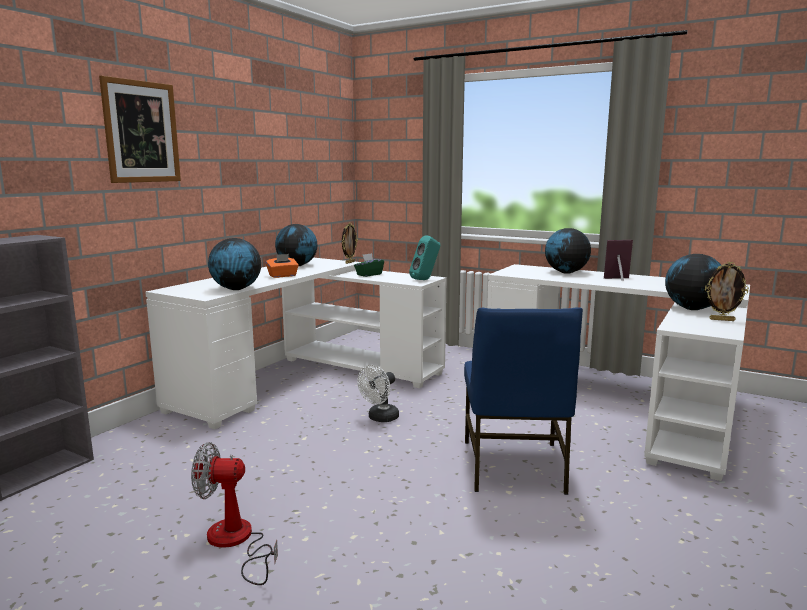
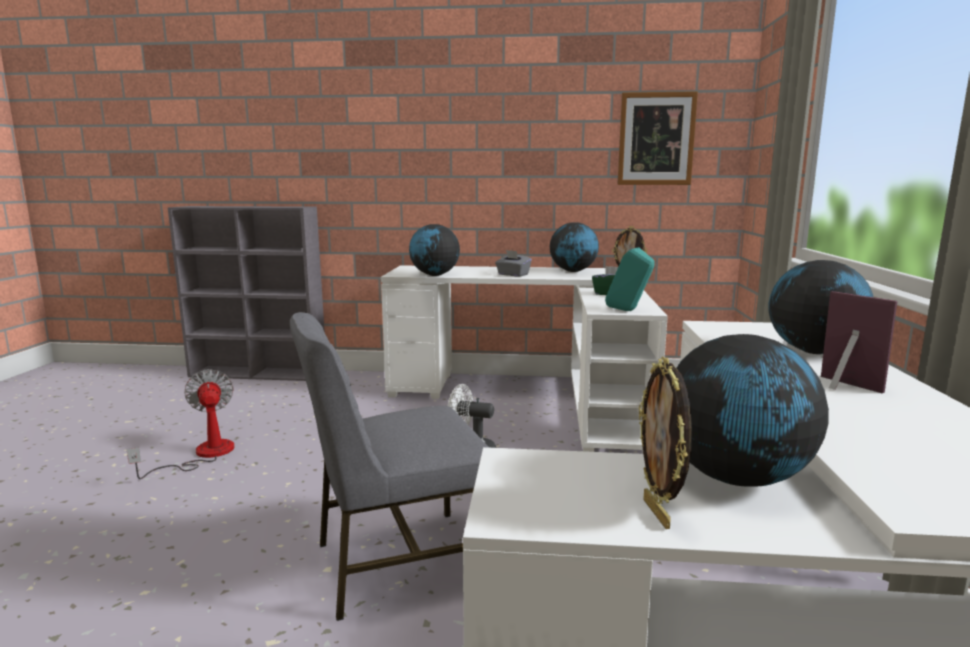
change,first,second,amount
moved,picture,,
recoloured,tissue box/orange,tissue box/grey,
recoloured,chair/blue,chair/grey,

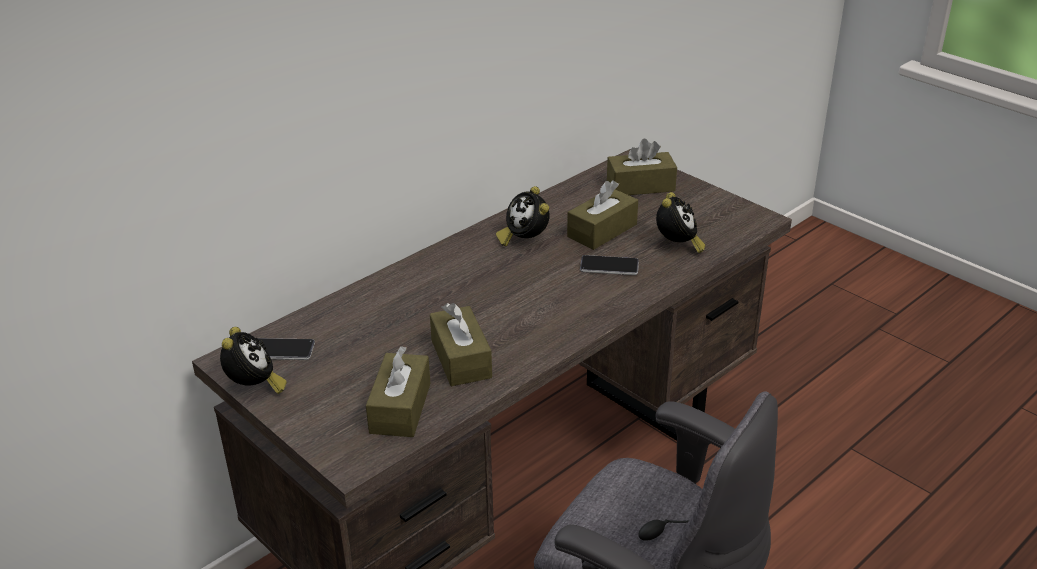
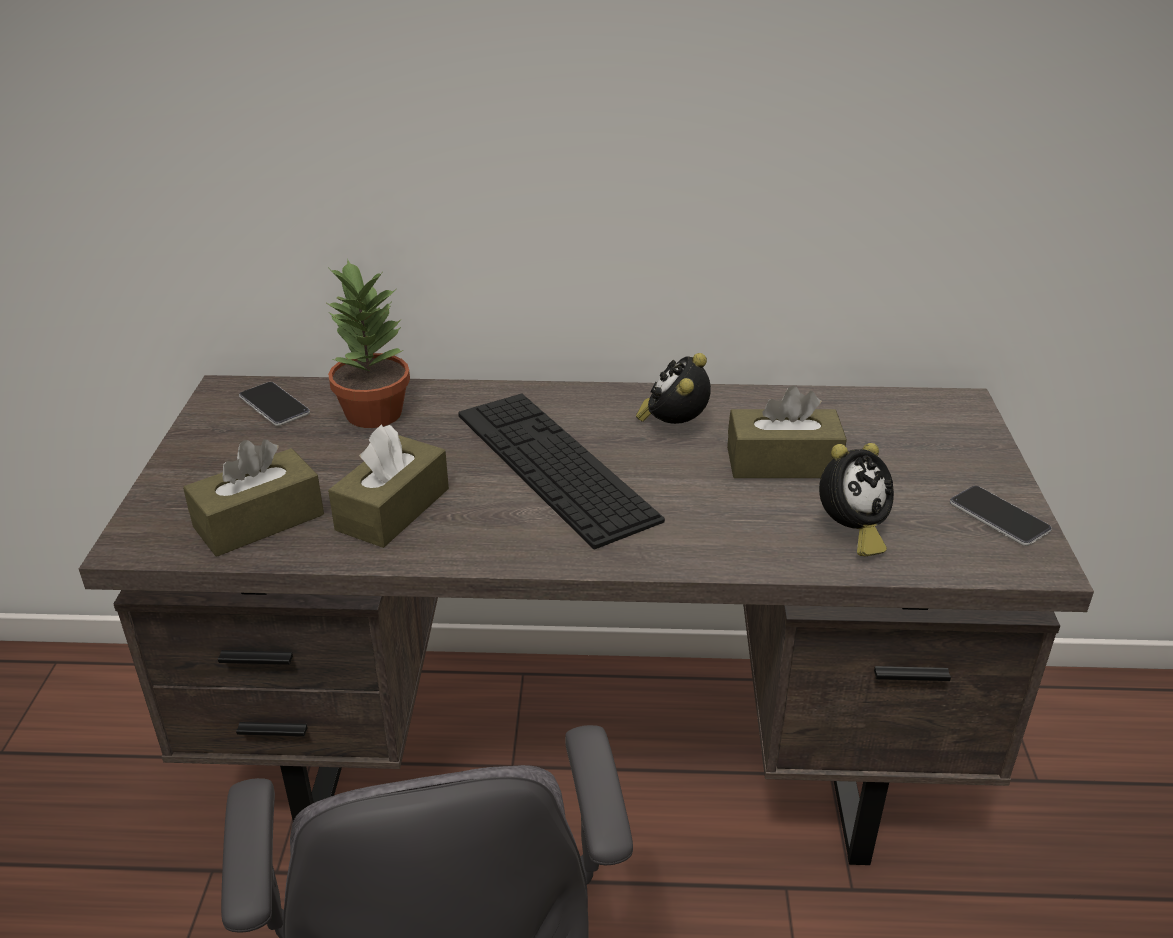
change,first,second,amount
removed,alarm clock (1st from left),,
moved,phone (2nd from left),,
removed,tissue box/brown (4th from left),,
added,,potted plant,
added,,keyboard,

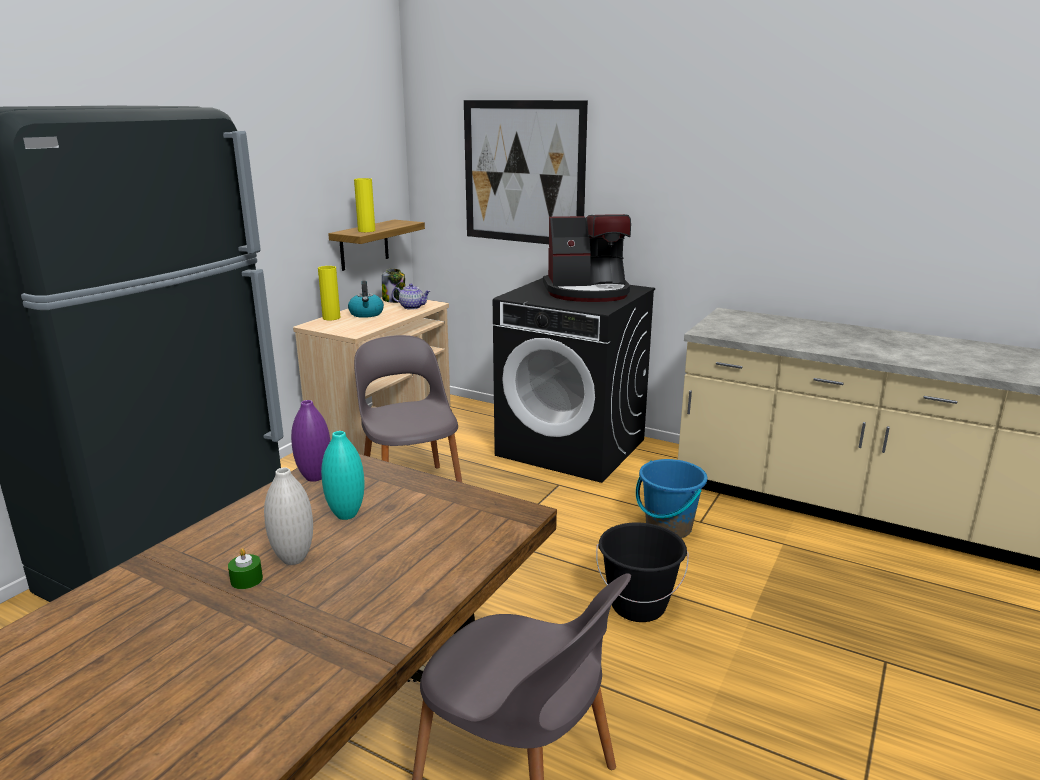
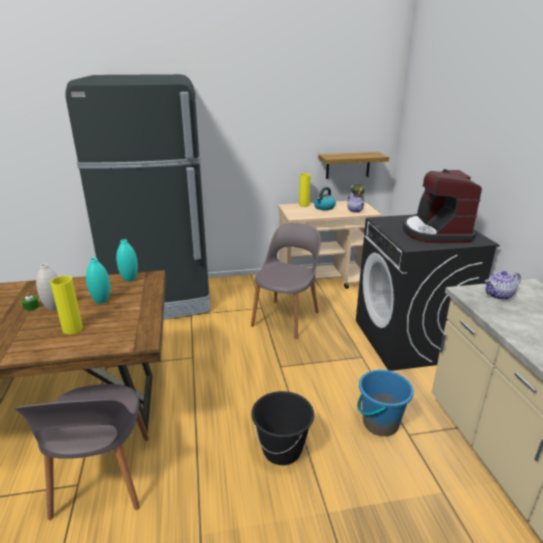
change,first,second,amount
recoloured,vase/purple,vase/turquoise (2nd from left),
moved,vase/yellow (2nd from left in the first image),vase/yellow (1st from left),
removed,picture,,
turned,coffee machine,,45 degrees clockwise
added,,teapot (2nd from left),

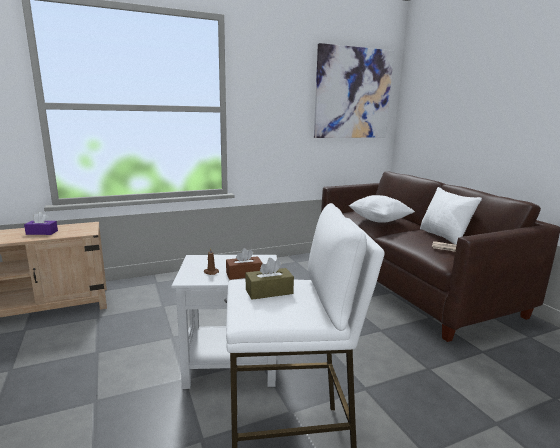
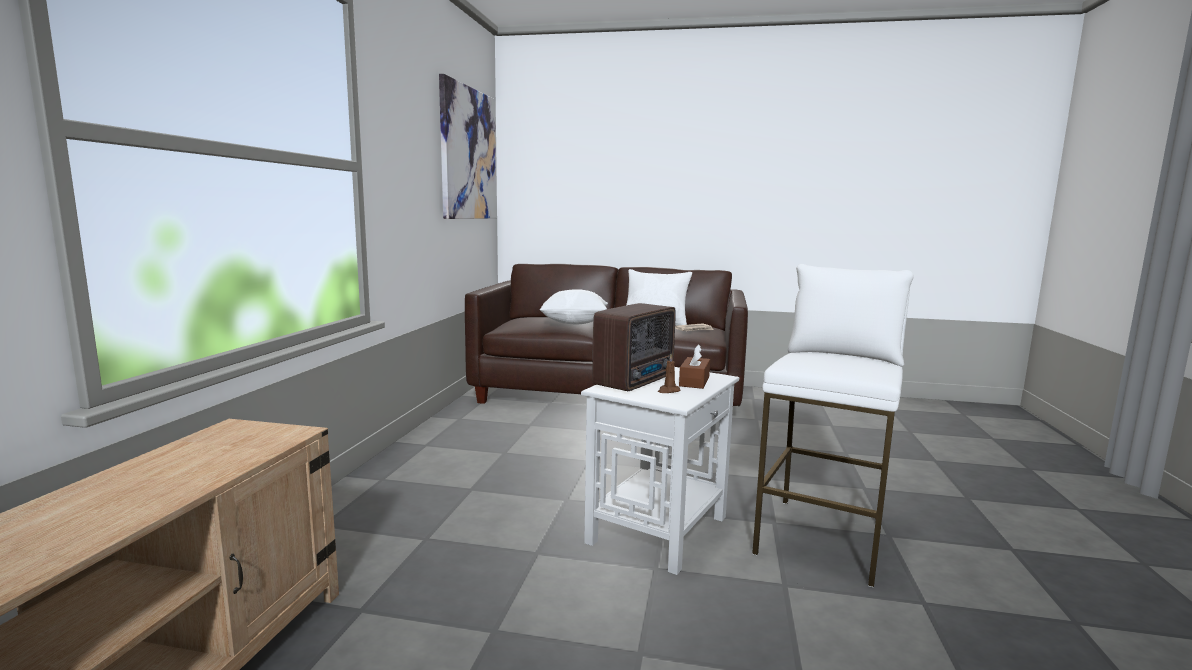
change,first,second,amount
removed,tissue box/purple,,
removed,tissue box/brown (2nd from left),,
added,,radio,

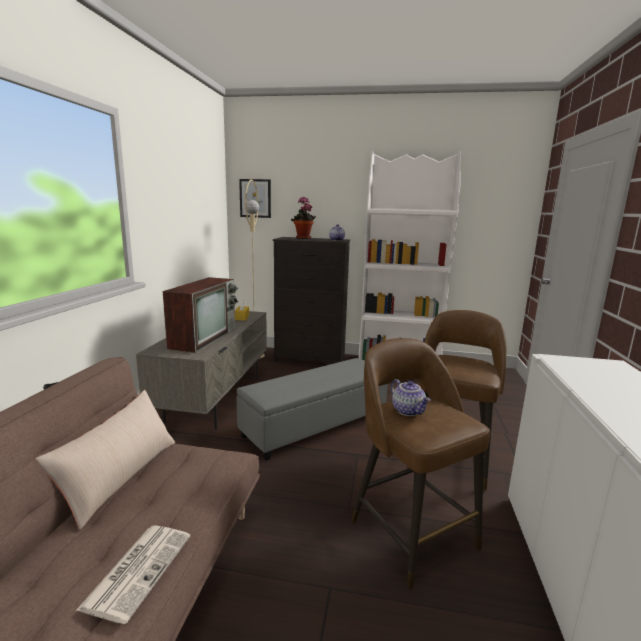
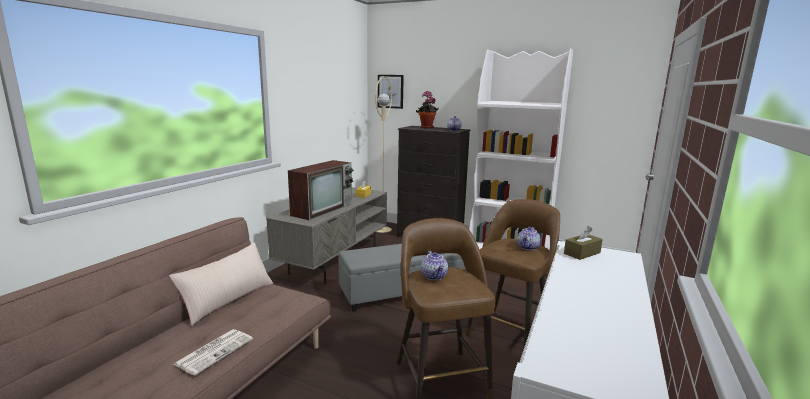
change,first,second,amount
added,,teapot (3rd from left),
added,,tissue box/brown,

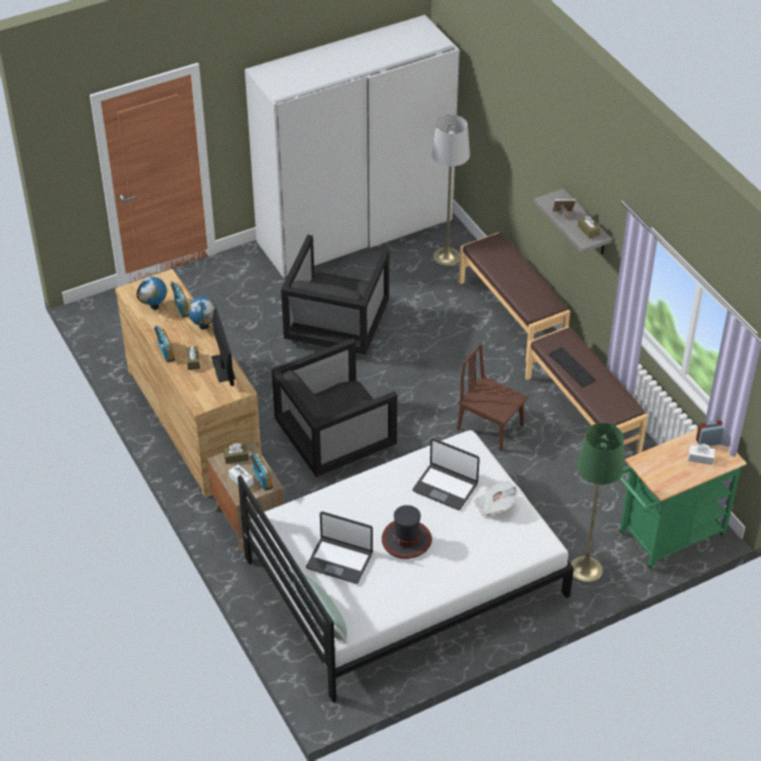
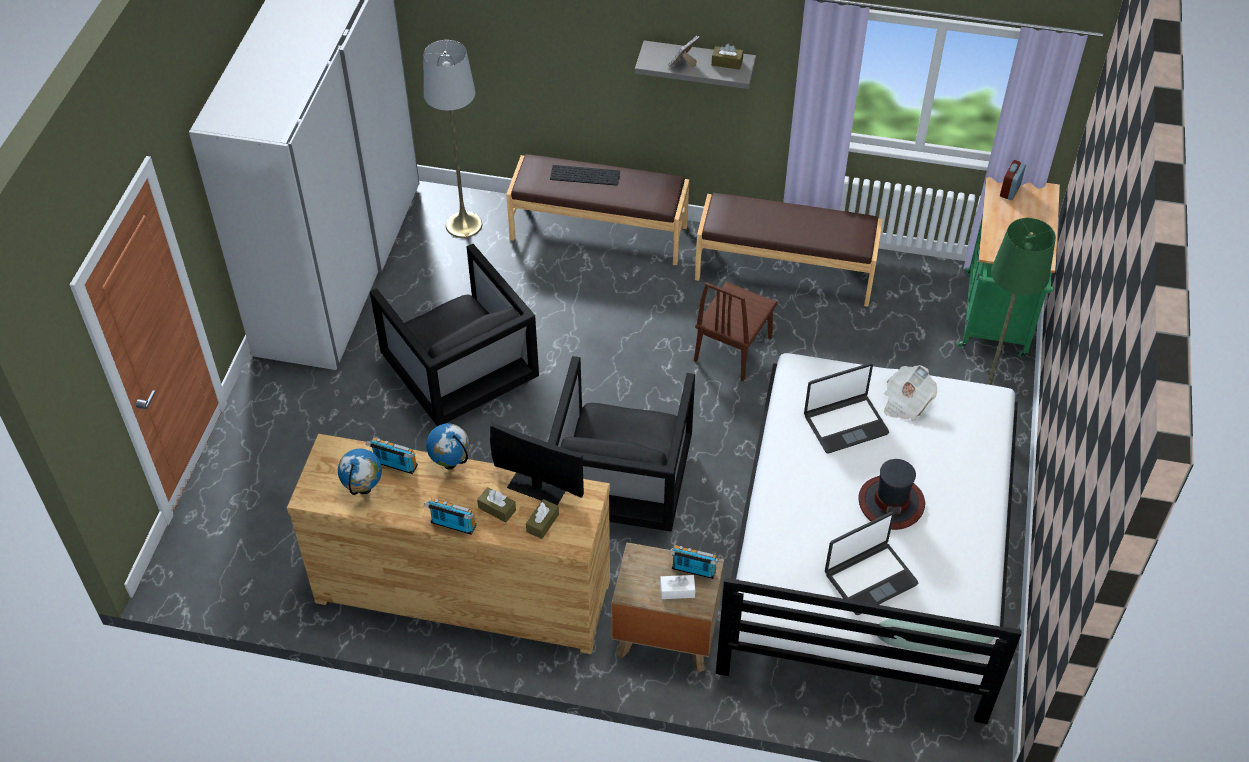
change,first,second,amount
moved,tissue box/brown (2nd from left),,
turned,chair/brown,,45 degrees counterclockwise
moved,keyboard,,
removed,tissue box/white (2nd from left),,

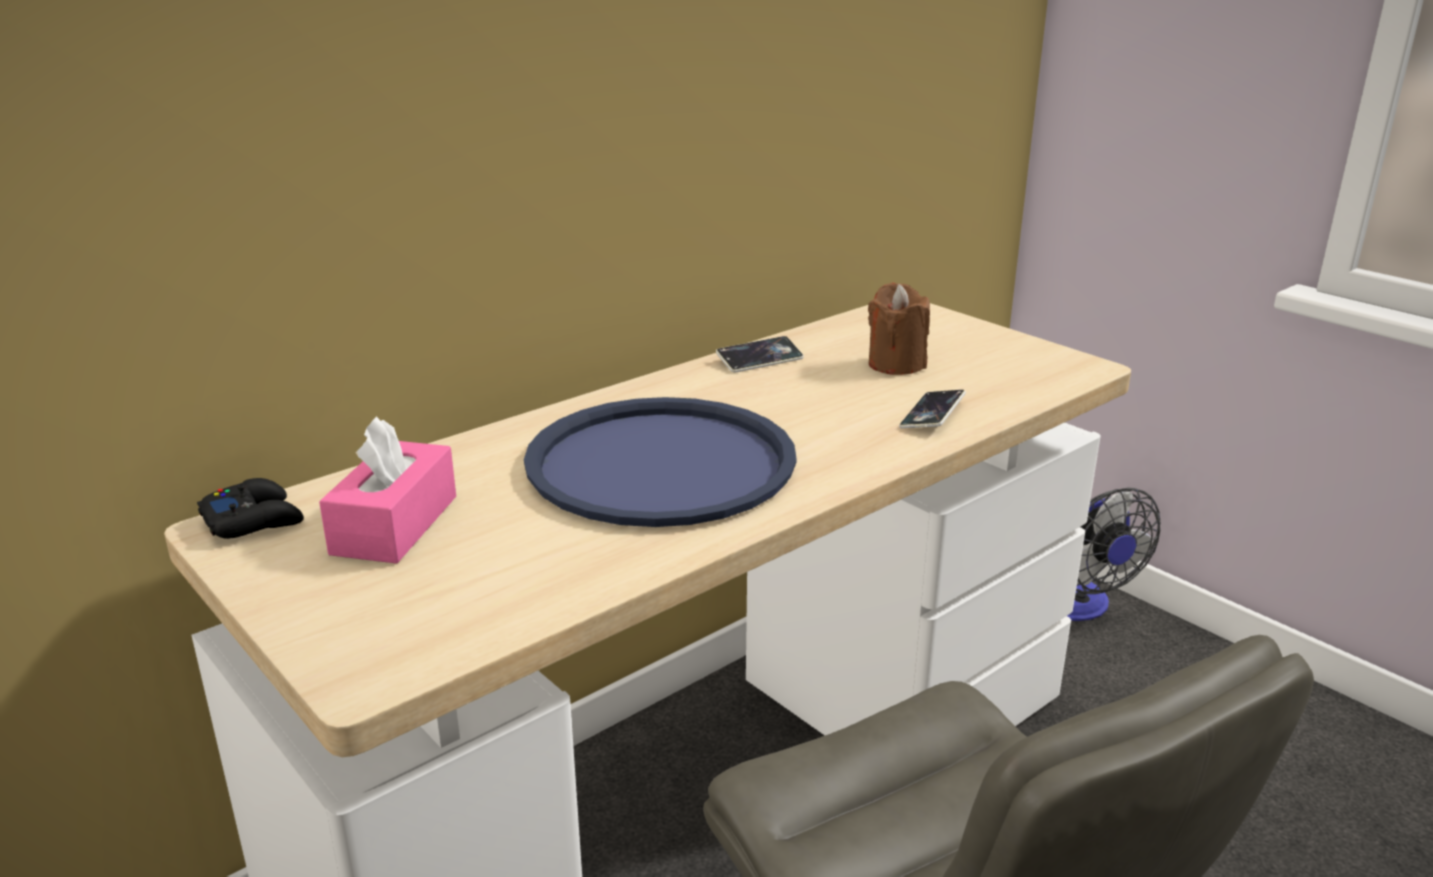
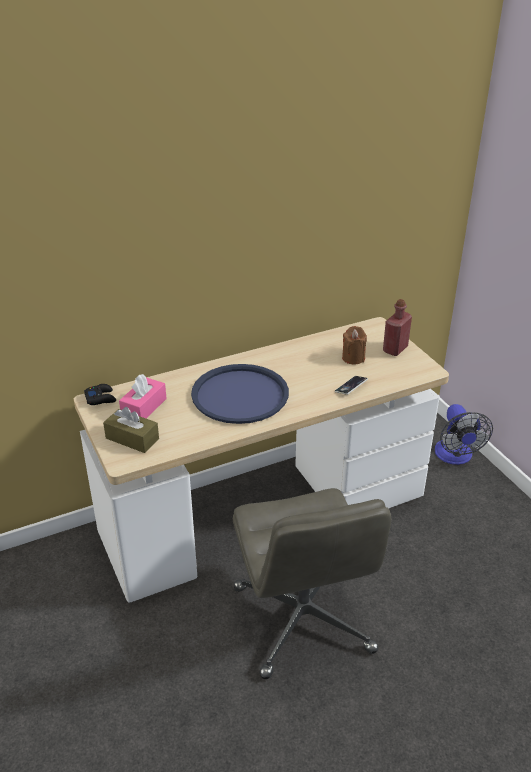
change,first,second,amount
removed,phone (1st from left),,
added,,tissue box/brown,
added,,bottle/red,

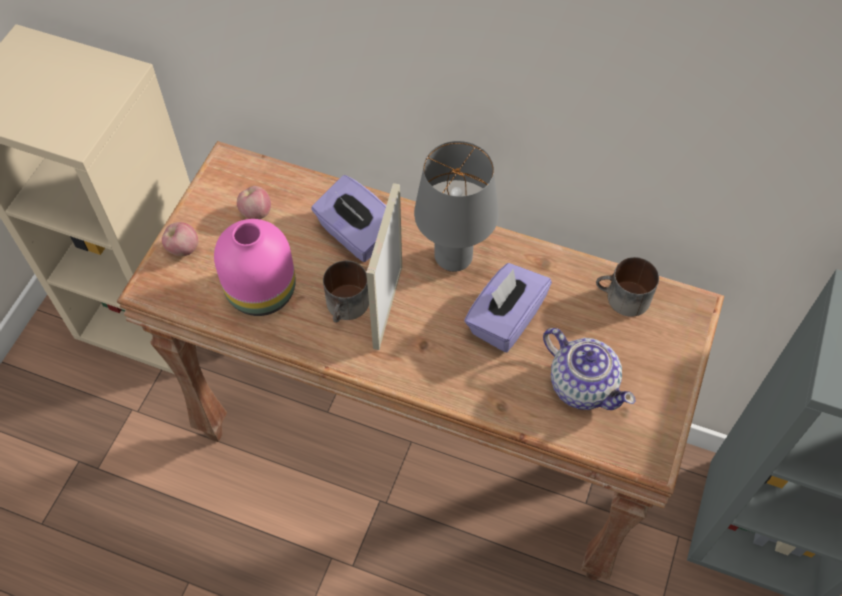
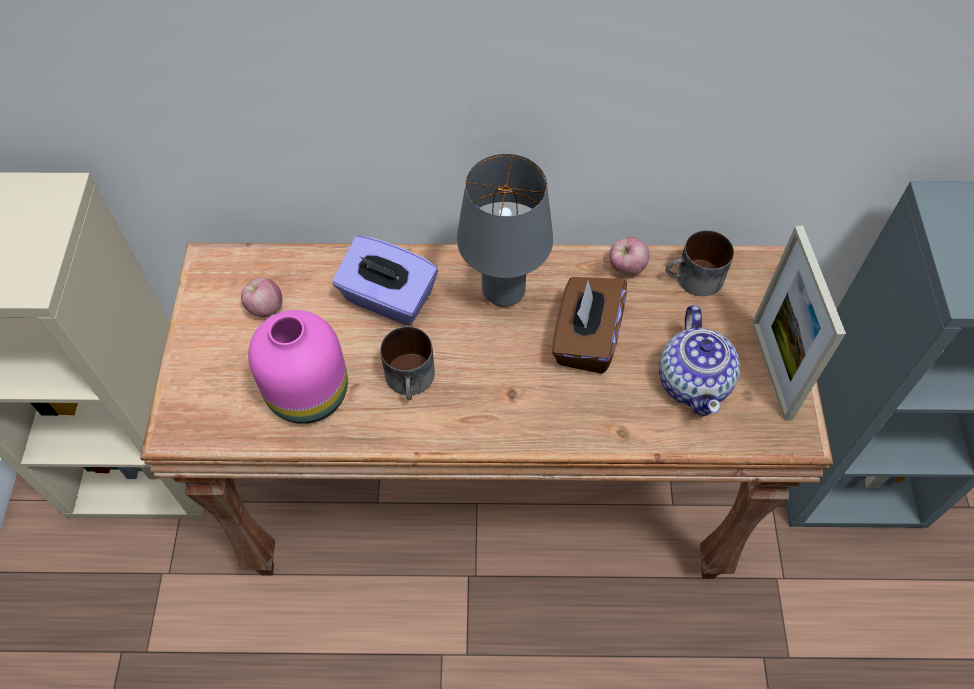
change,first,second,amount
moved,apple (1st from left in the first image),apple (2nd from left),
moved,picture frame,,
recoloured,tissue box/purple (2nd from left),tissue box/brown,
turned,teapot,,60 degrees clockwise

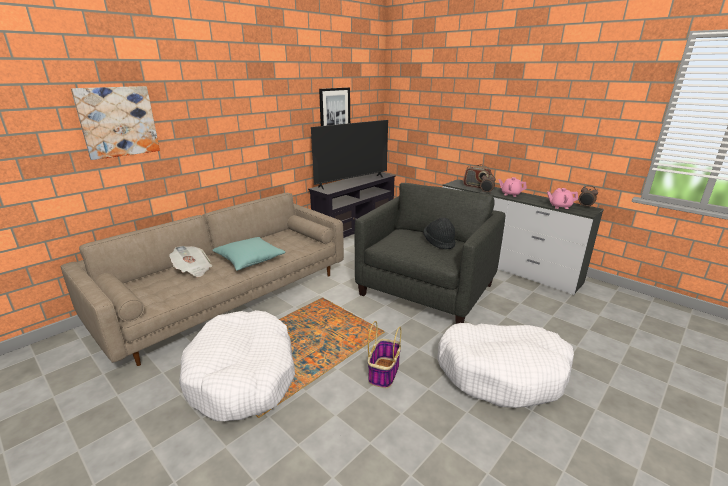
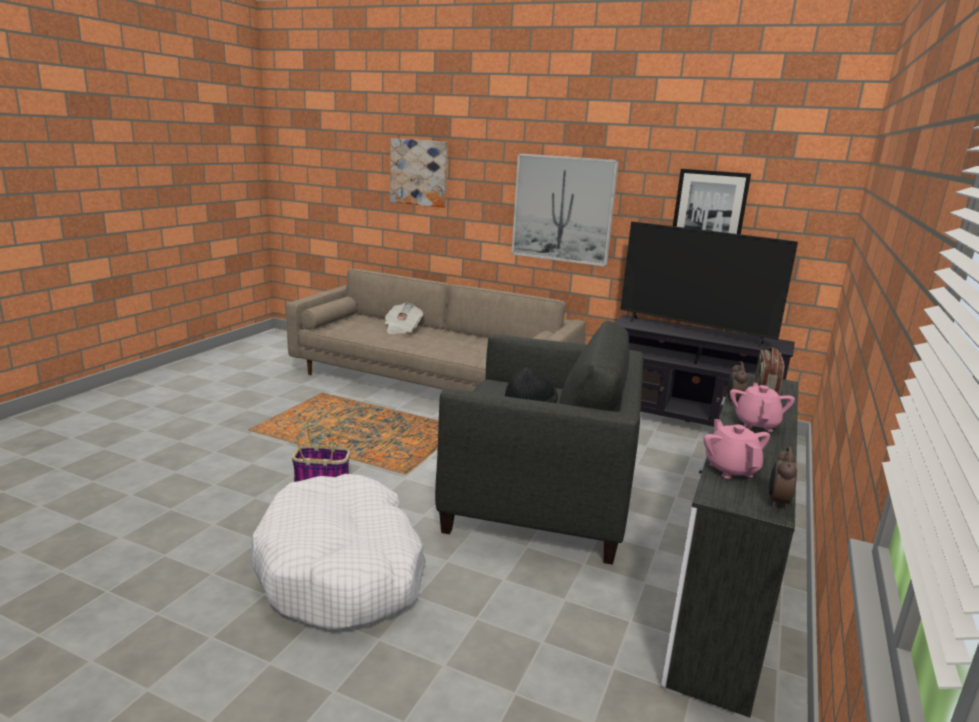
change,first,second,amount
removed,dog bed/white (1st from left),,
removed,pillow/turquoise,,
added,,picture (2nd from left),

